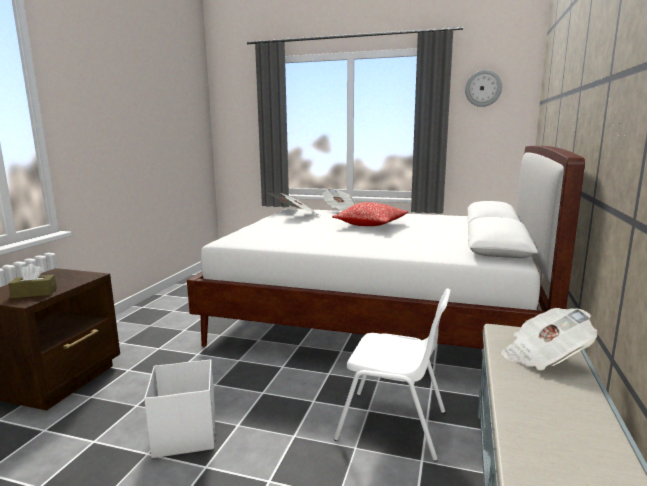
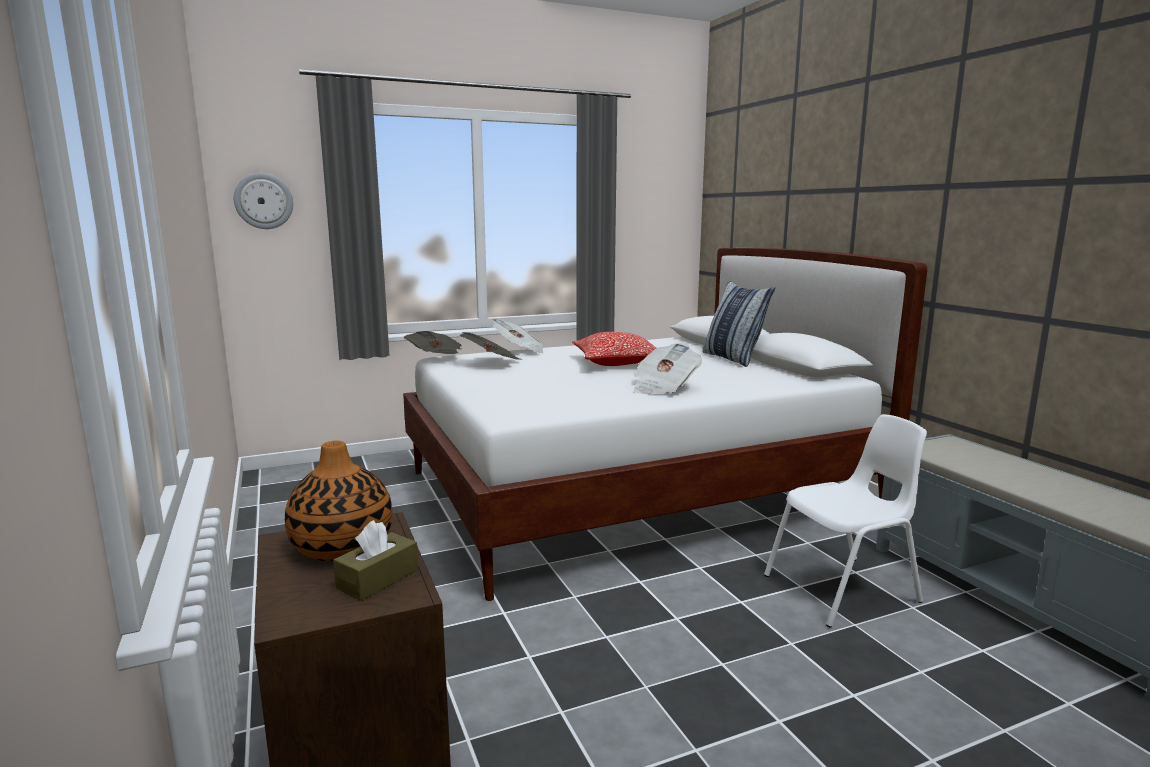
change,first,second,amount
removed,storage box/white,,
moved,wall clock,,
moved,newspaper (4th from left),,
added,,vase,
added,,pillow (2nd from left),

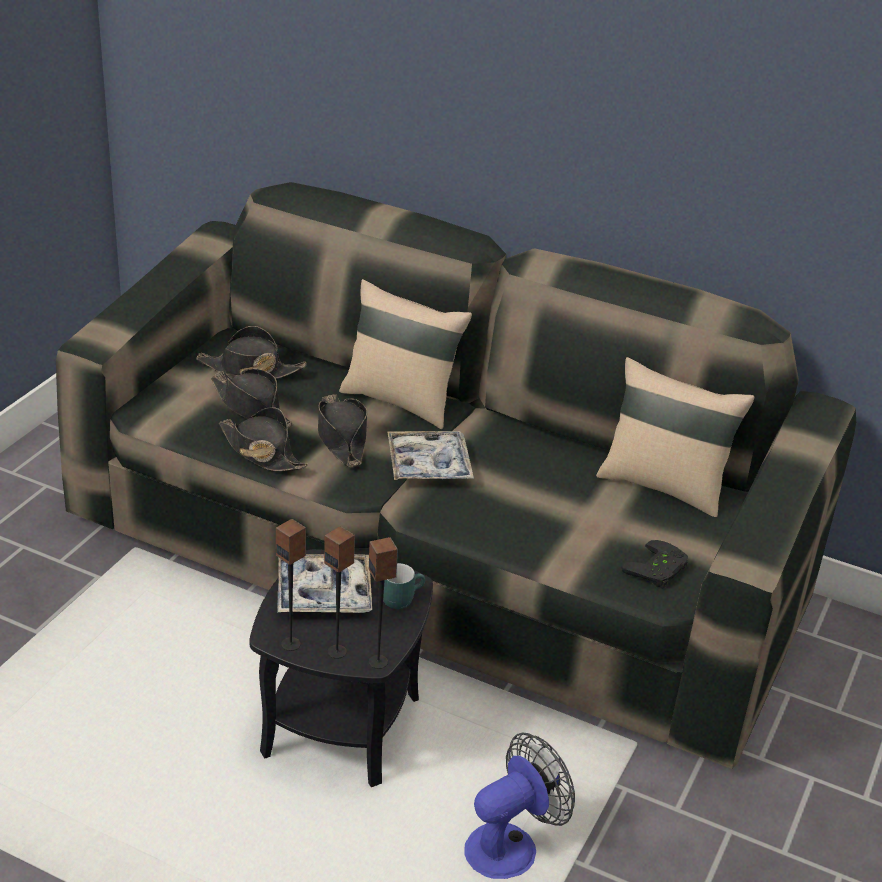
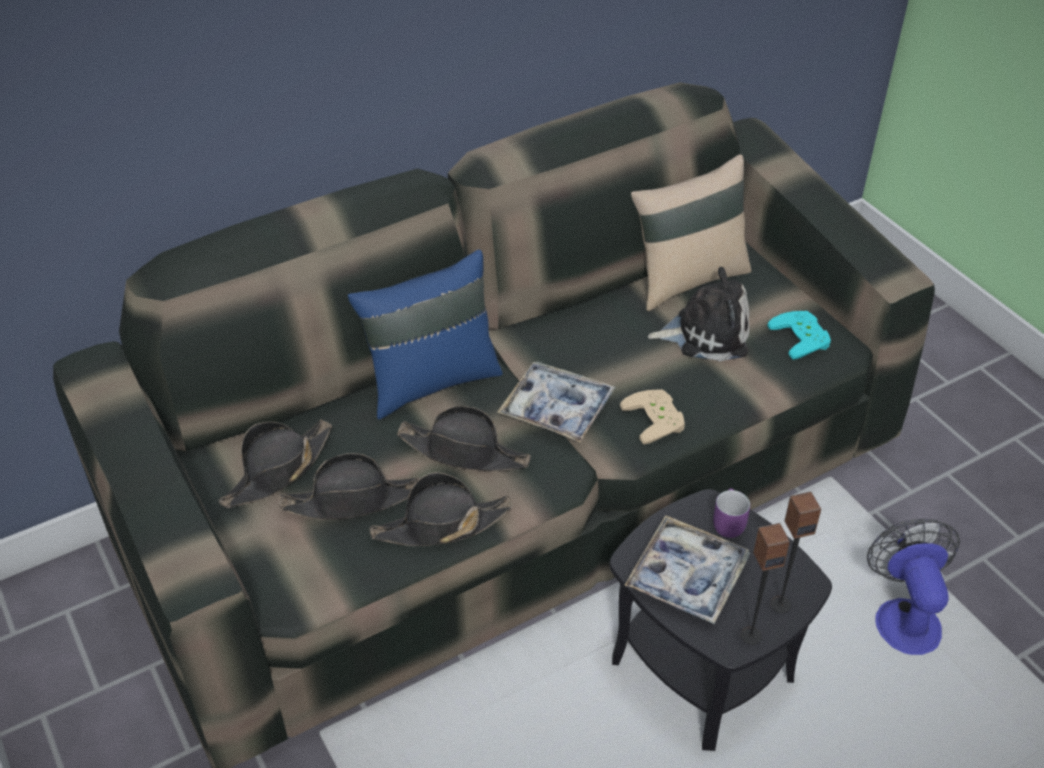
change,first,second,amount
recoloured,pillow/beige (1st from left),pillow/blue,
removed,speaker (3rd from left),,
recoloured,mug/turquoise,mug/purple,
recoloured,game controller/black,game controller/turquoise,
added,,game controller/beige,
added,,plush toy,

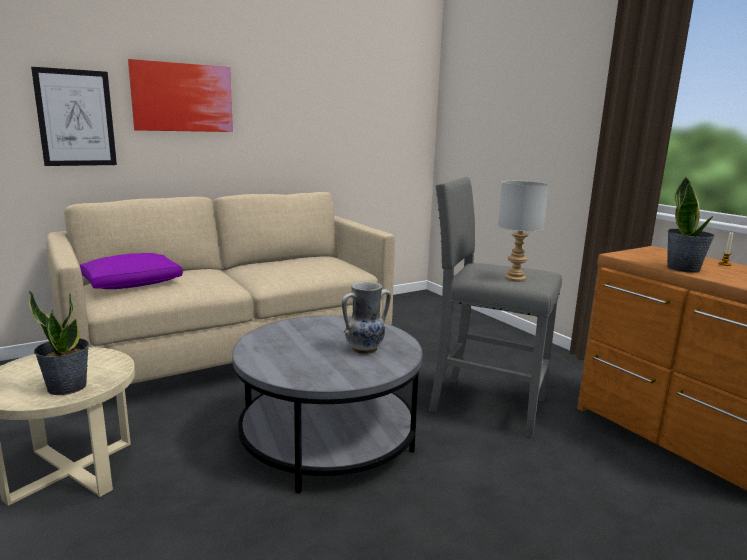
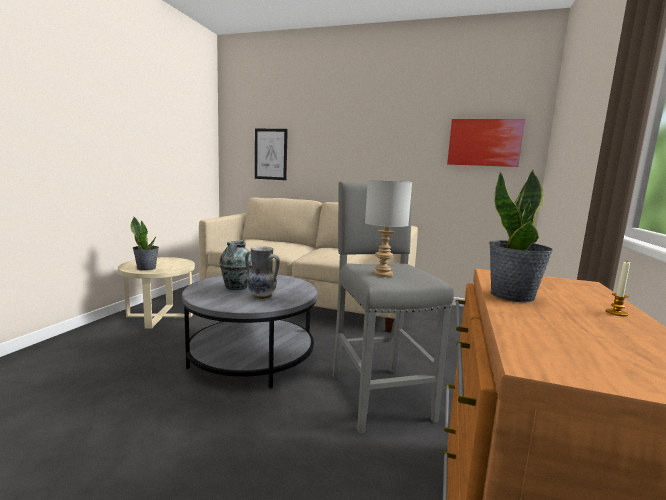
change,first,second,amount
removed,pillow/purple,,
moved,picture (2nd from left),,
added,,vase (1st from left),

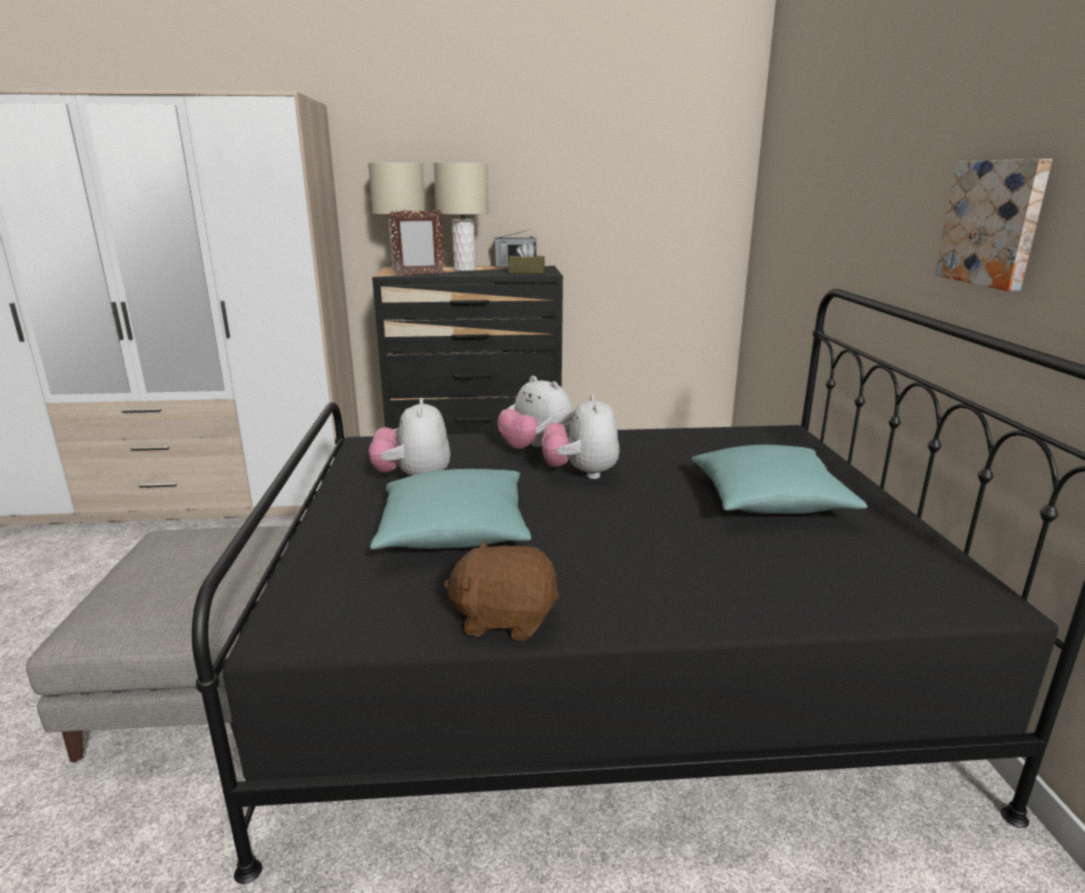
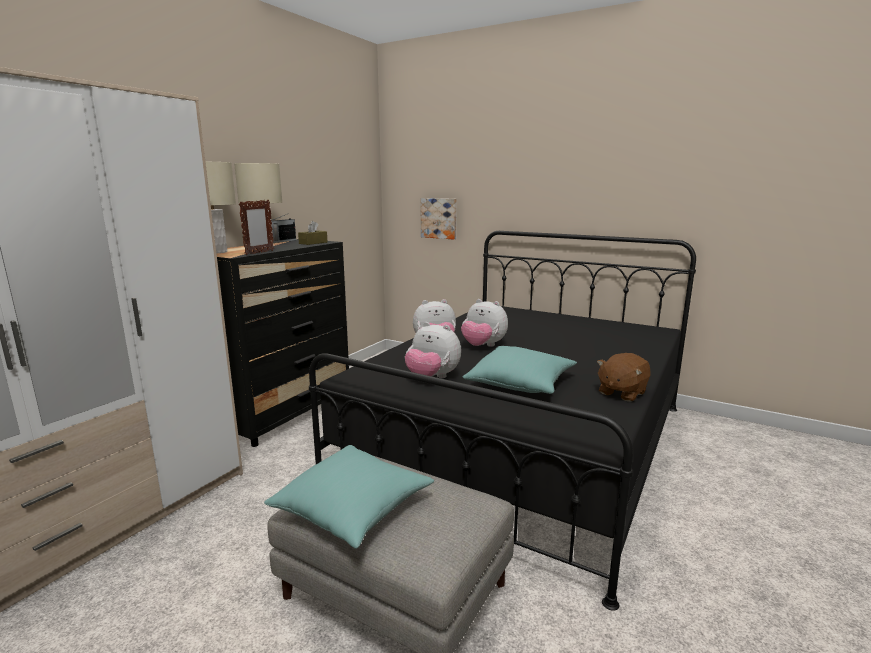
change,first,second,amount
moved,pillow/turquoise (2nd from left in the first image),pillow/turquoise (1st from left),
moved,picture,,

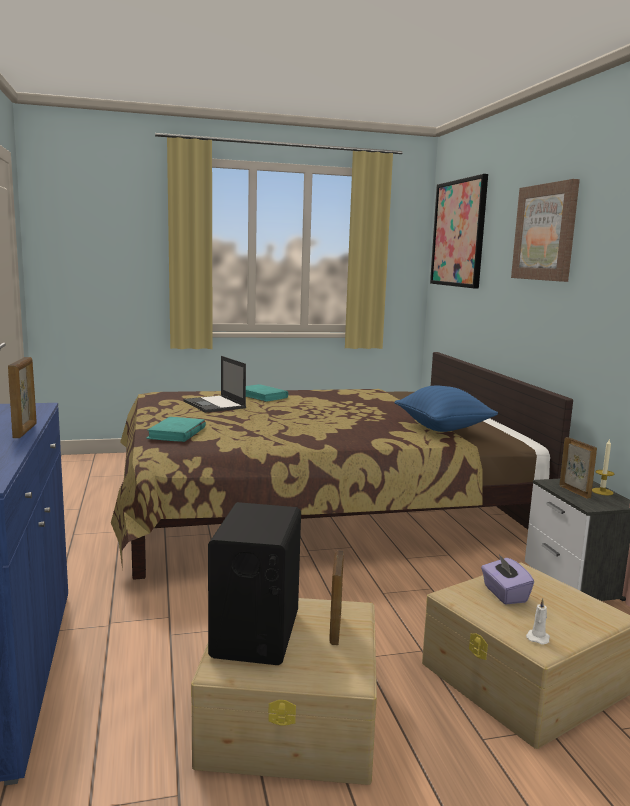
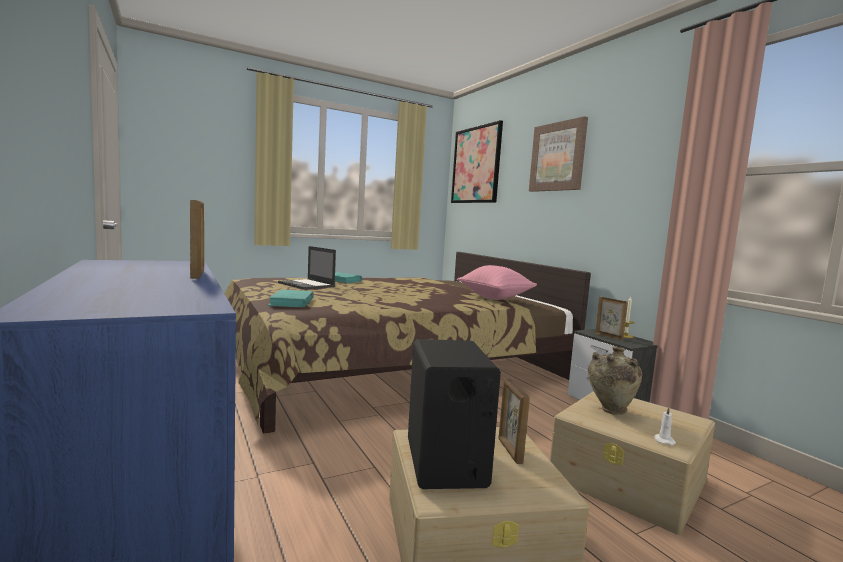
change,first,second,amount
recoloured,pillow/blue,pillow/pink,
replaced,tissue box/purple,vase/beige,

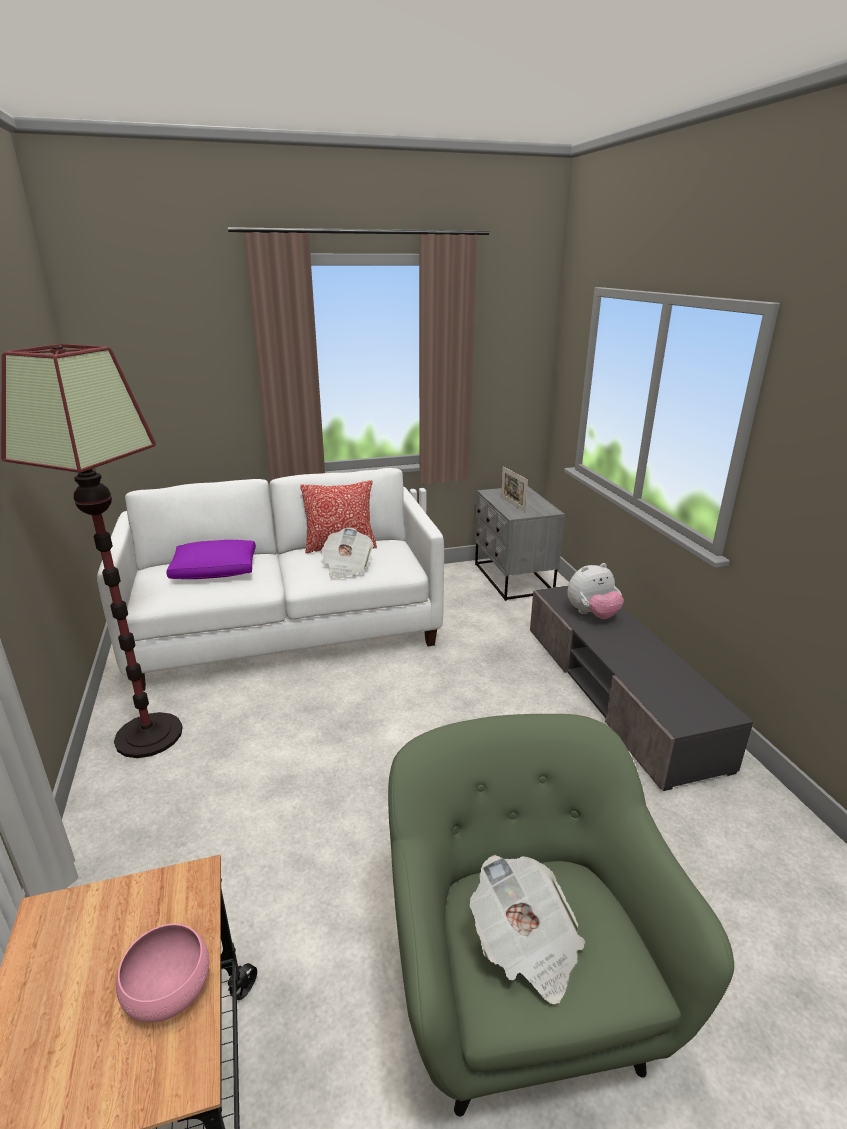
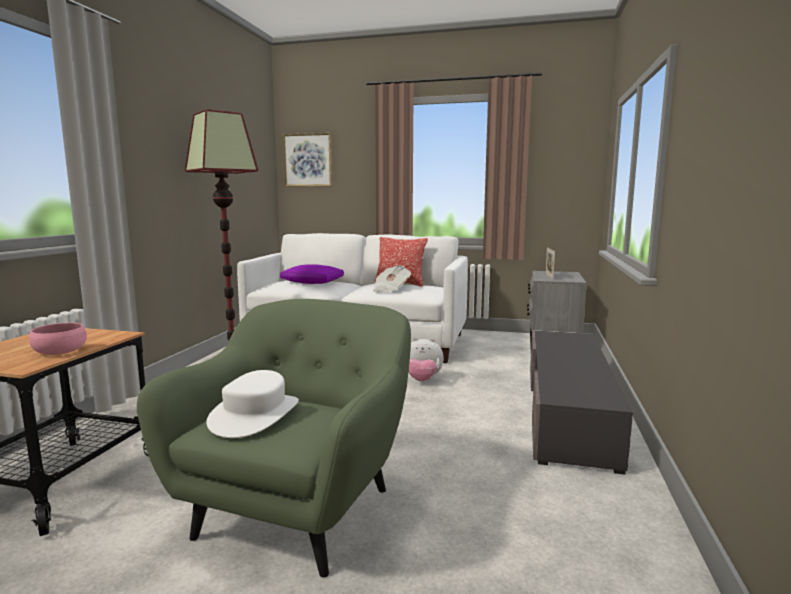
change,first,second,amount
replaced,newspaper (2nd from left),hat/white,
moved,plush toy,,
added,,picture,

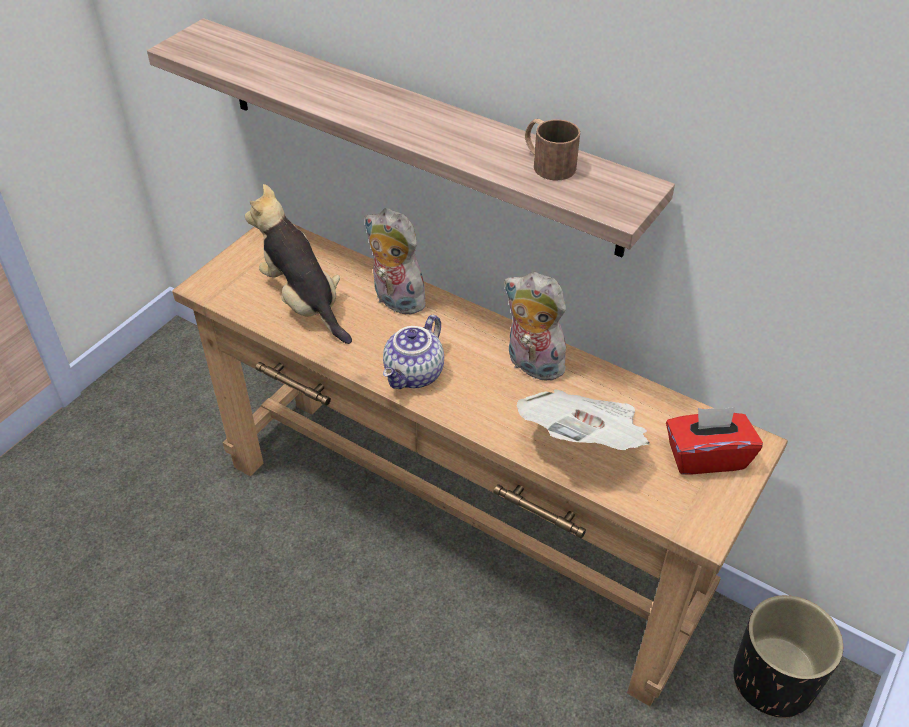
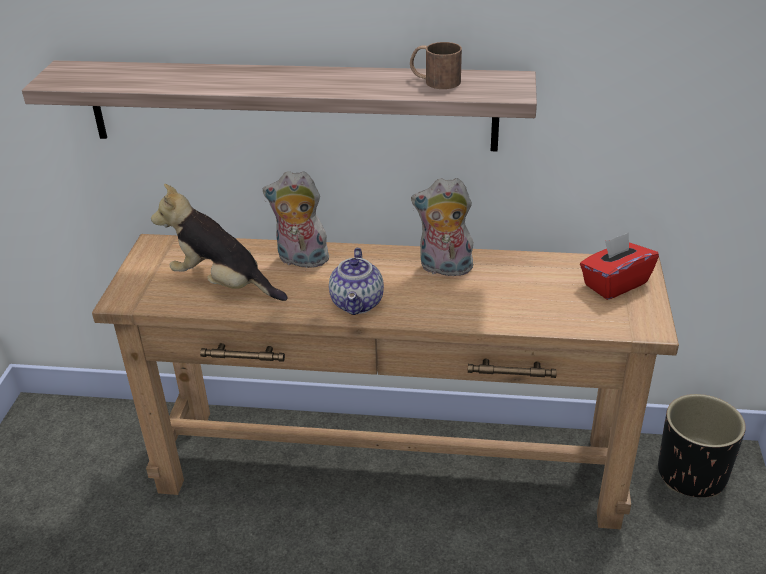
change,first,second,amount
removed,newspaper,,

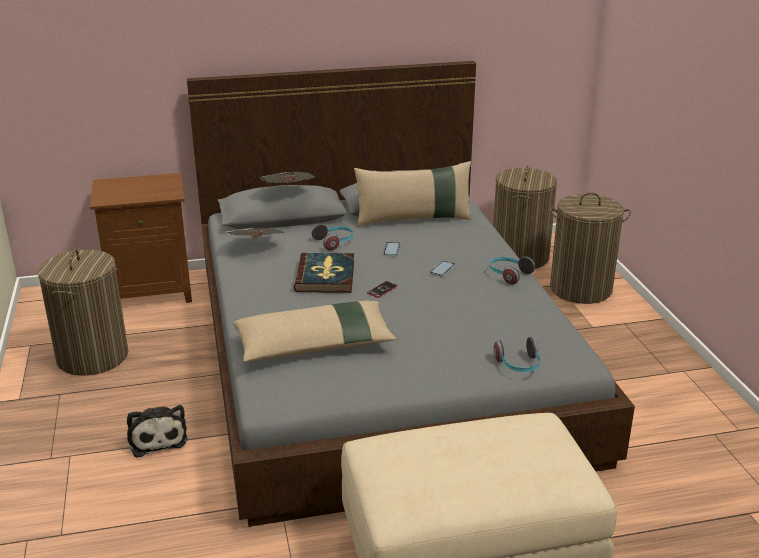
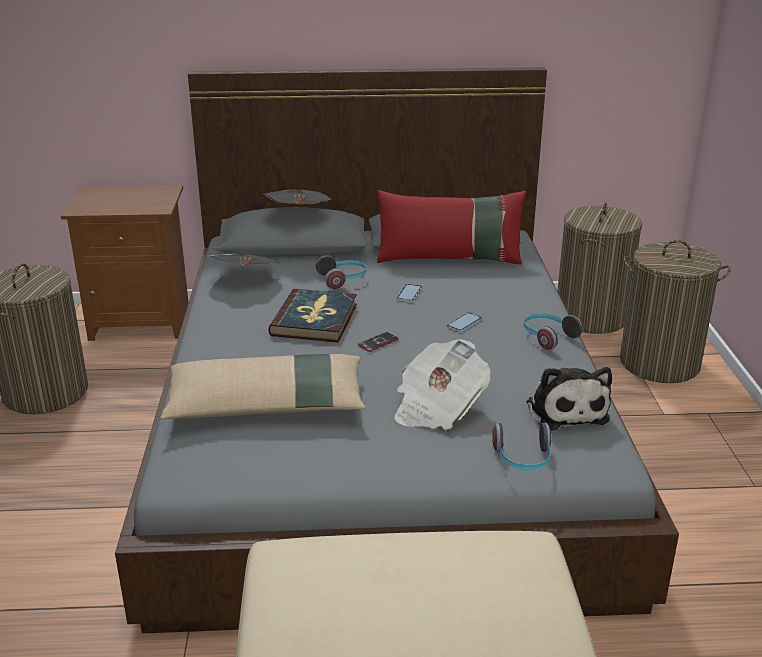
change,first,second,amount
moved,plush toy,,
recoloured,pillow/beige (2nd from left),pillow/red,
added,,newspaper (3rd from left),

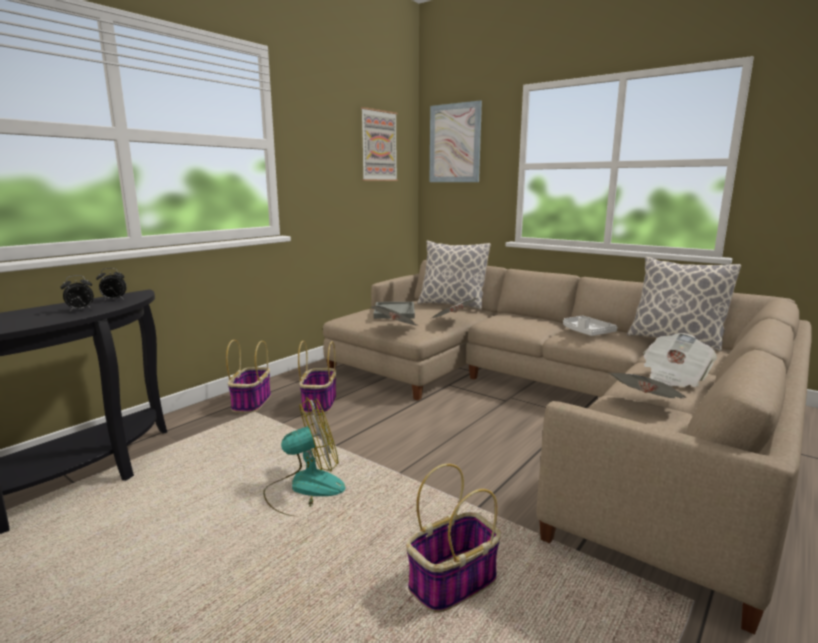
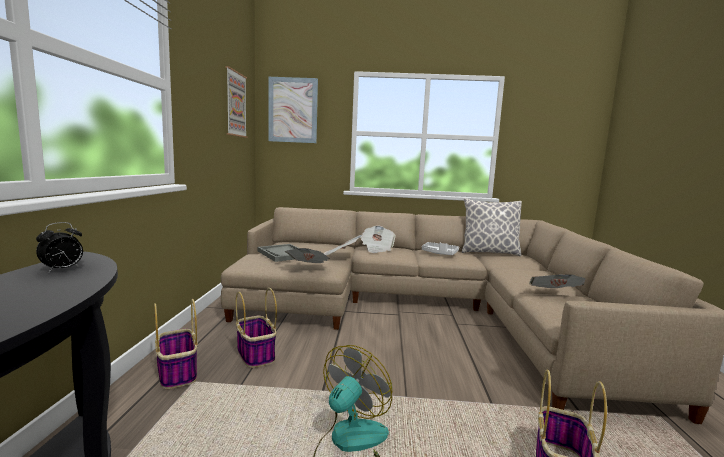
change,first,second,amount
removed,alarm clock (1st from left),,
removed,pillow (1st from left),,
moved,newspaper (4th from left in the first image),newspaper (3rd from left),

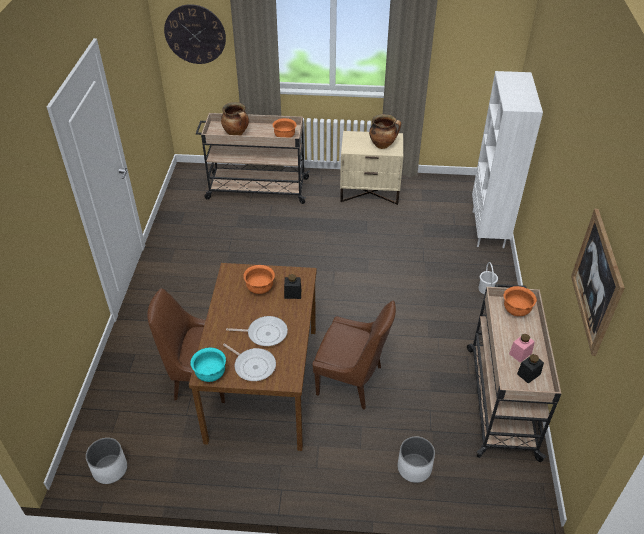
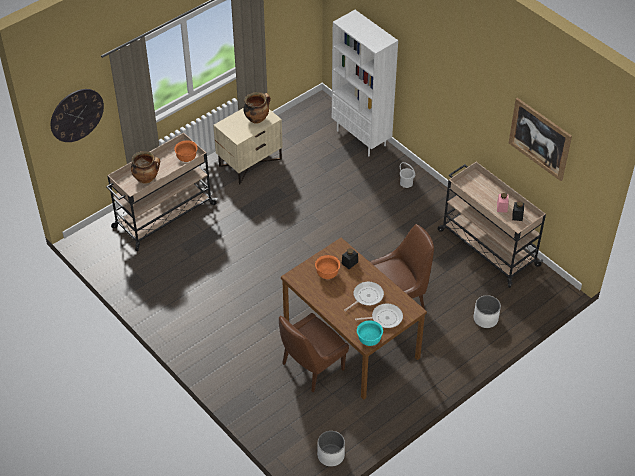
change,first,second,amount
removed,bowl/orange (3rd from left),,

